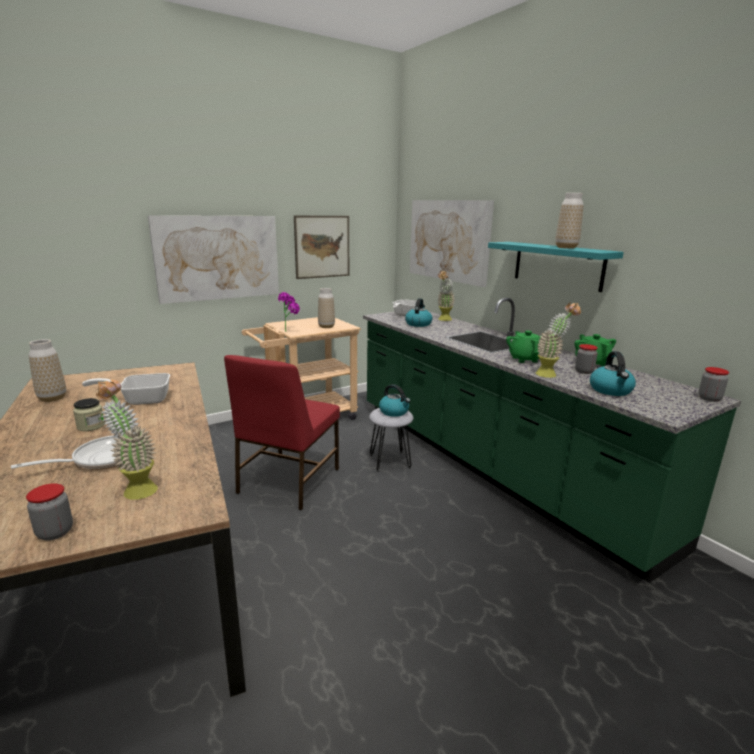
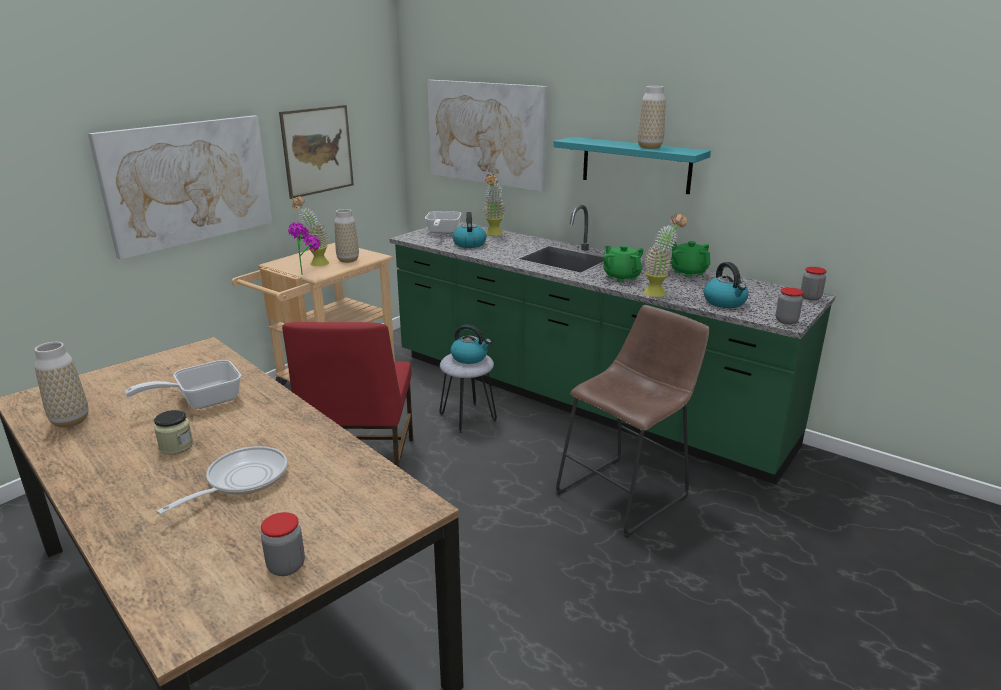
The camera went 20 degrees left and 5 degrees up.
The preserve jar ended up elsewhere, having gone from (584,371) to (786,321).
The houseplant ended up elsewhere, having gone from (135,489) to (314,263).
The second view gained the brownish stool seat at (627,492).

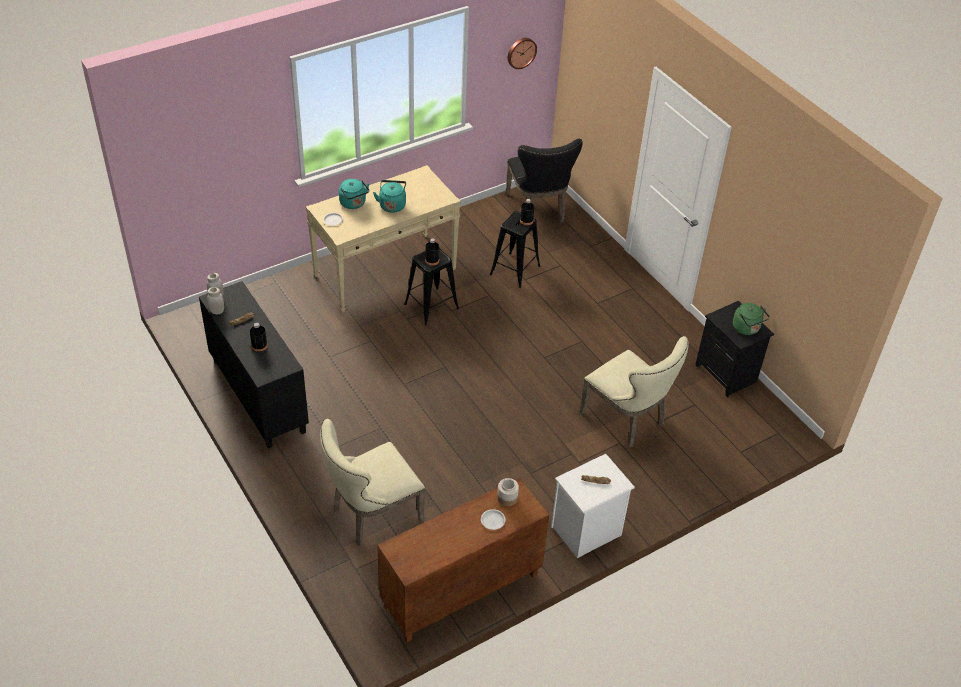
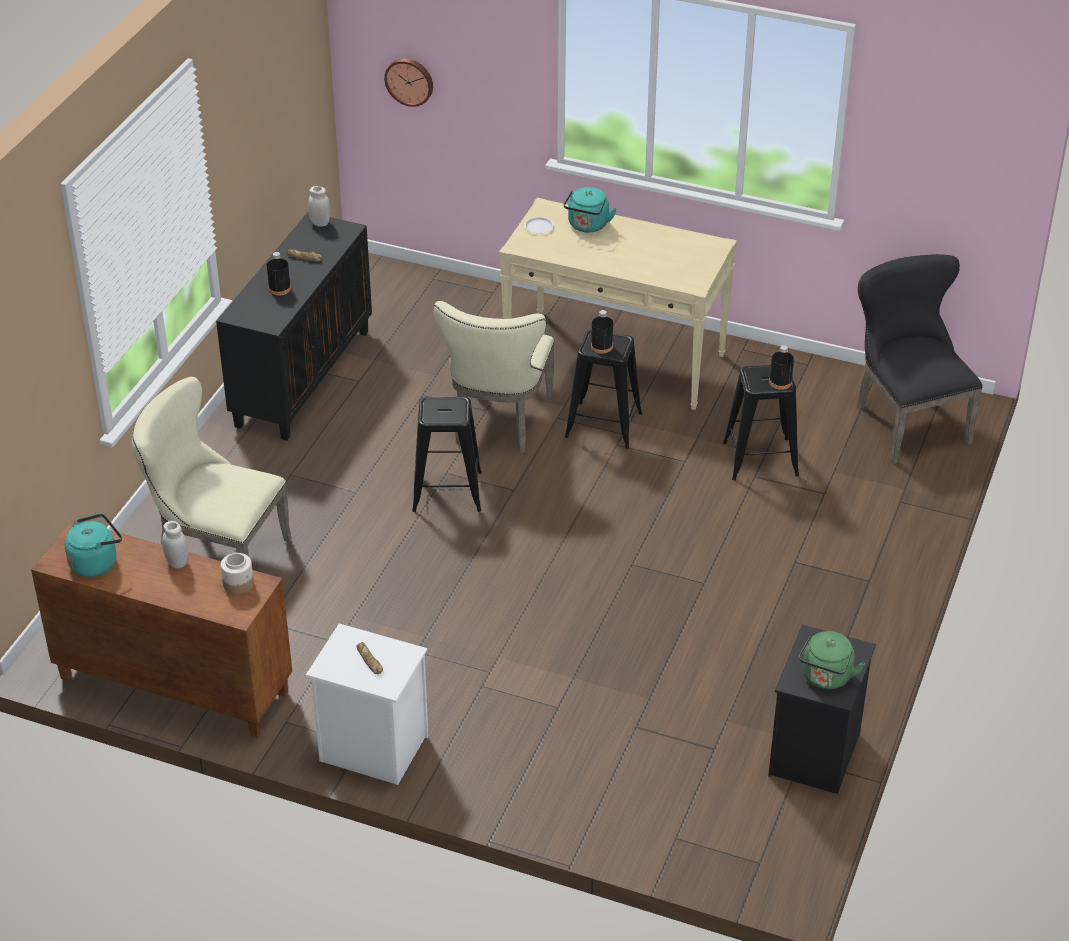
The camera went 55 degrees right and 5 degrees down.
The hanging clock ended up elsewhere, having gone from (521,52) to (410,81).
The black-coloured chair at (538,210) ended up facing another way, 120 degrees clockwise from before.
The blue-green water kettle ended up elsewhere, having gone from (392,205) to (96,562).
The white-coloured preserve jar ended up elsewhere, having gone from (217,311) to (177,562).
The beige chair ended up elsewhere, having gone from (627,420) to (499,424).
The second view lost the white-coloured plate at (493,521).
The second view gained the black-coloured stool seat at (446,492).

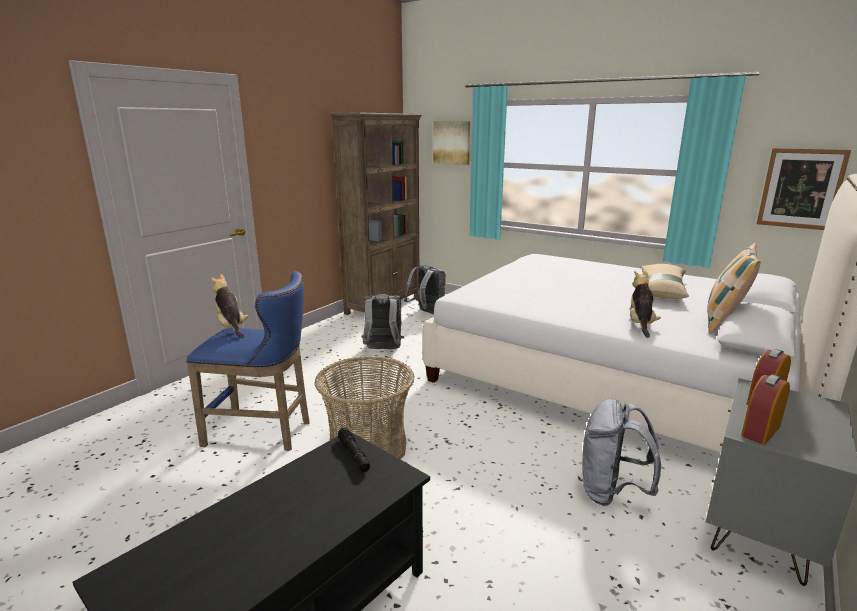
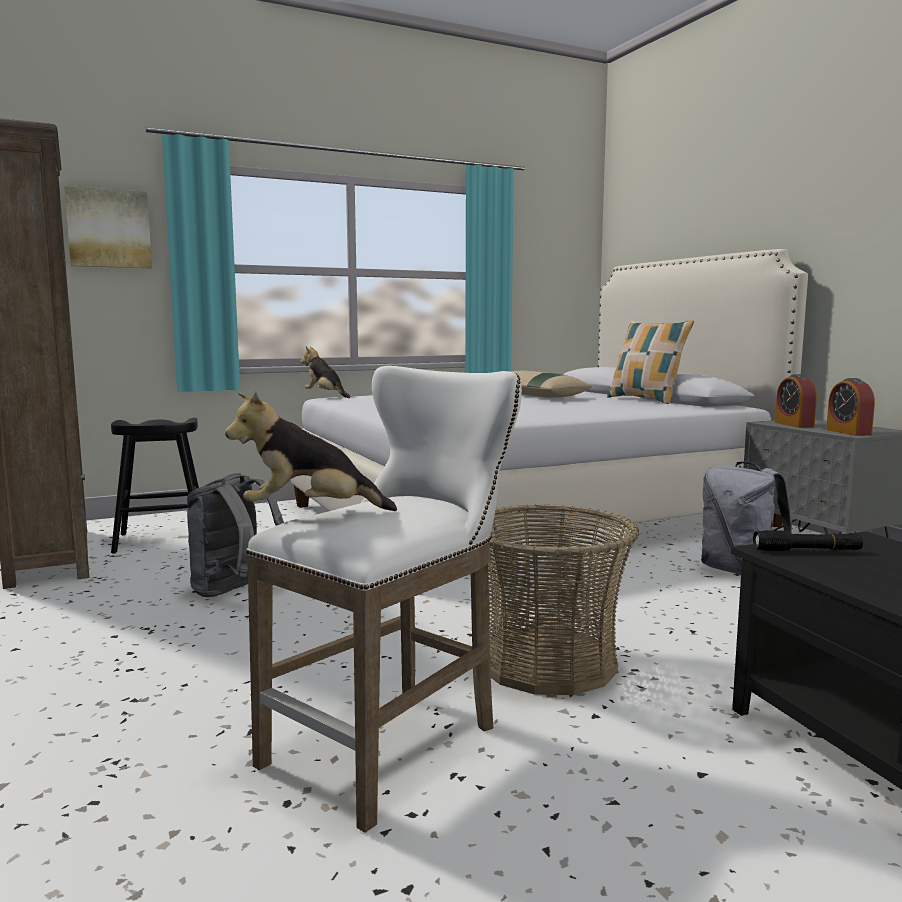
The camera went 60 degrees left and 10 degrees down.
The second view lost the wall picture at (801,188).
Where the gray knapsack stood at (427,313), the black-coloured stool seat came to stand at (162,540).
What was the bluish stool seat at (264,433) turned into the white-coloured stool seat at (395,743).
The soft toy ended up elsewhere, having gone from (640,324) to (325,396).

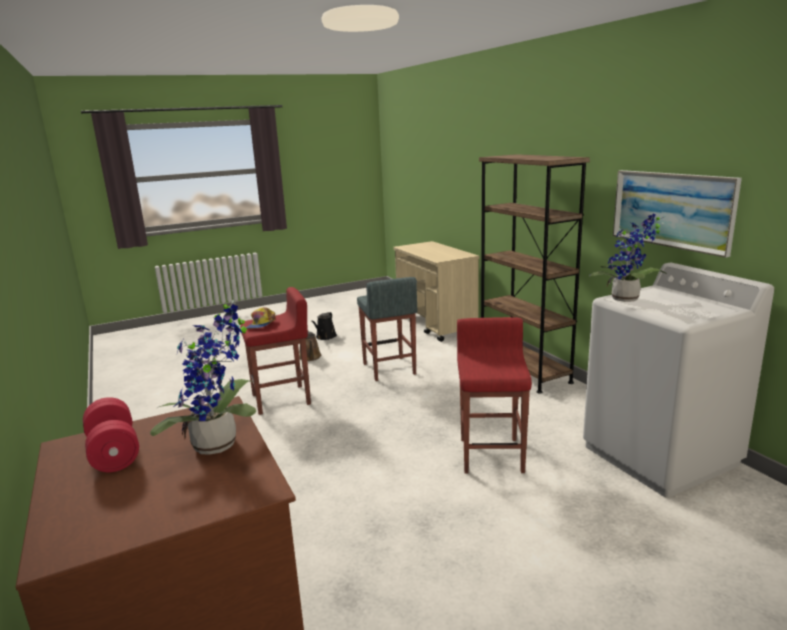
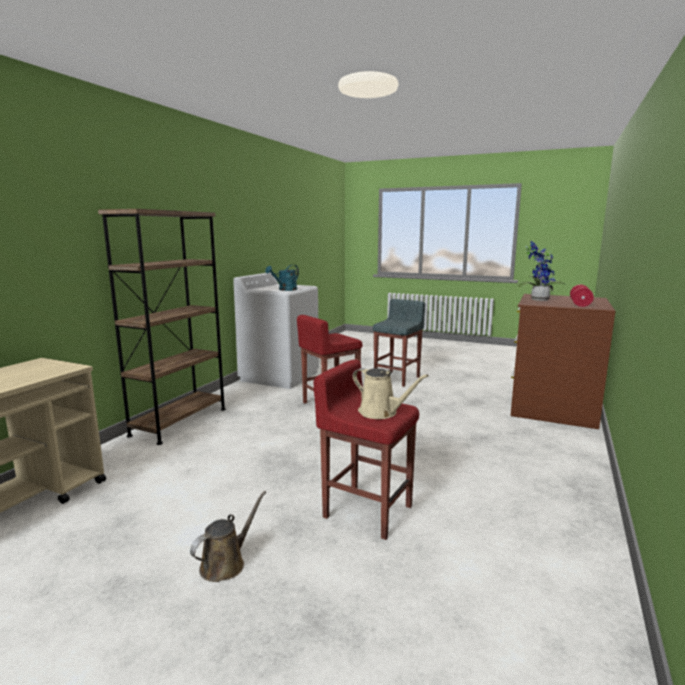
The camera went 130 degrees left and 5 degrees down.
The second view lost the wall picture at (671,210).
Where the houseplant stood at (627,300), the blue-green watering pot came to stand at (285,290).
The gray stool seat ended up elsewhere, having gone from (389,369) to (397,378).
Where the baseball cap stood at (261,324), the beige watering pot came to stand at (381,412).
The second view lost the black-coloured watering pot at (325,337).

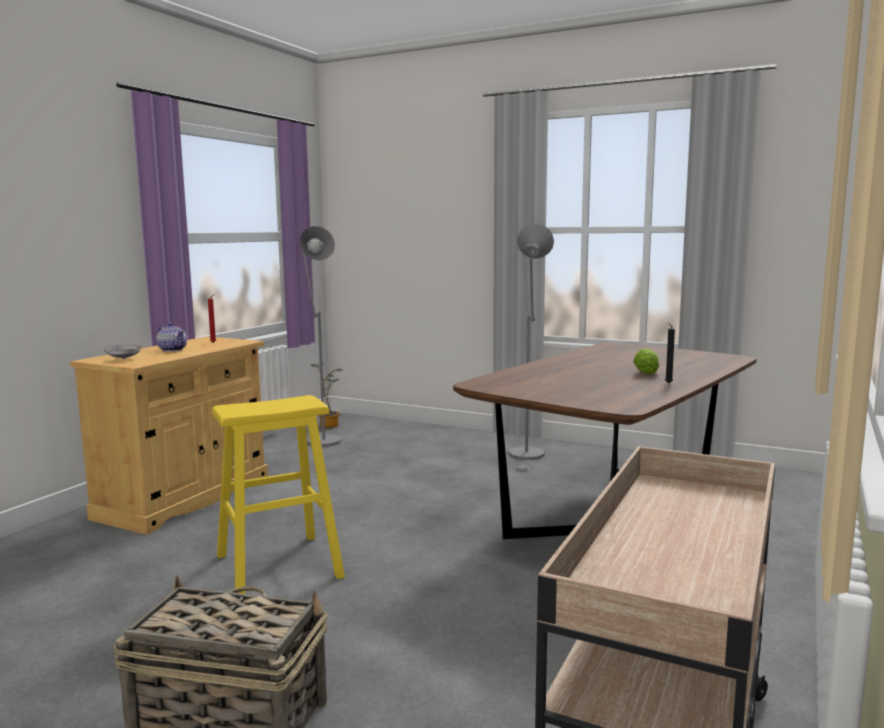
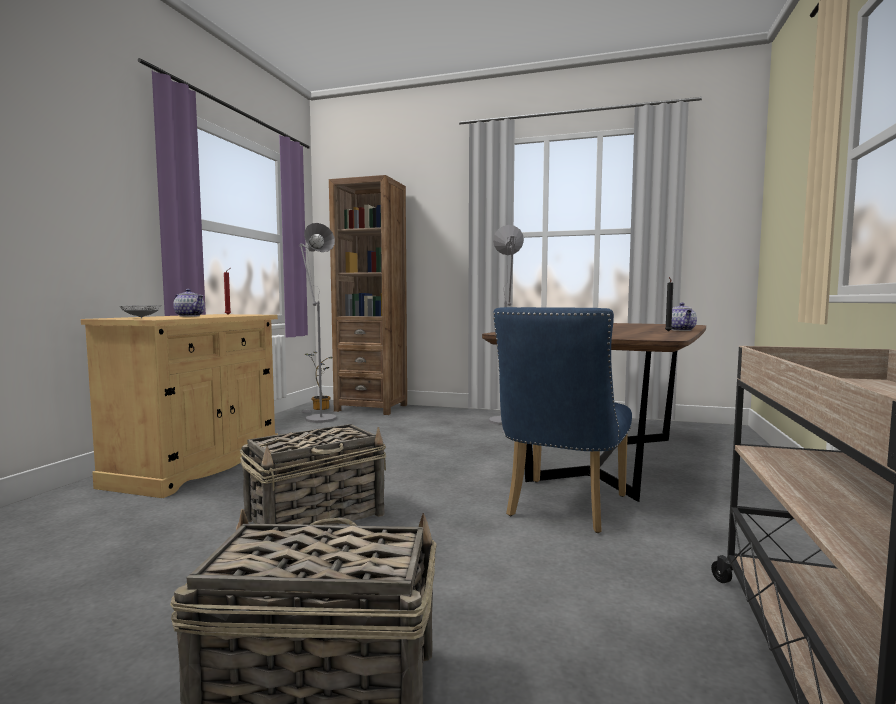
The camera went 10 degrees left and 5 degrees down.
The second view lost the lettuce head at (647,372).
Where the yellow stool seat stood at (279,566), the basket came to stand at (317,517).
The second view gained the brownish bookshelf at (371,408).
The second view gained the pot for tea at (681,330).
The second view gained the bluish chair at (561,508).

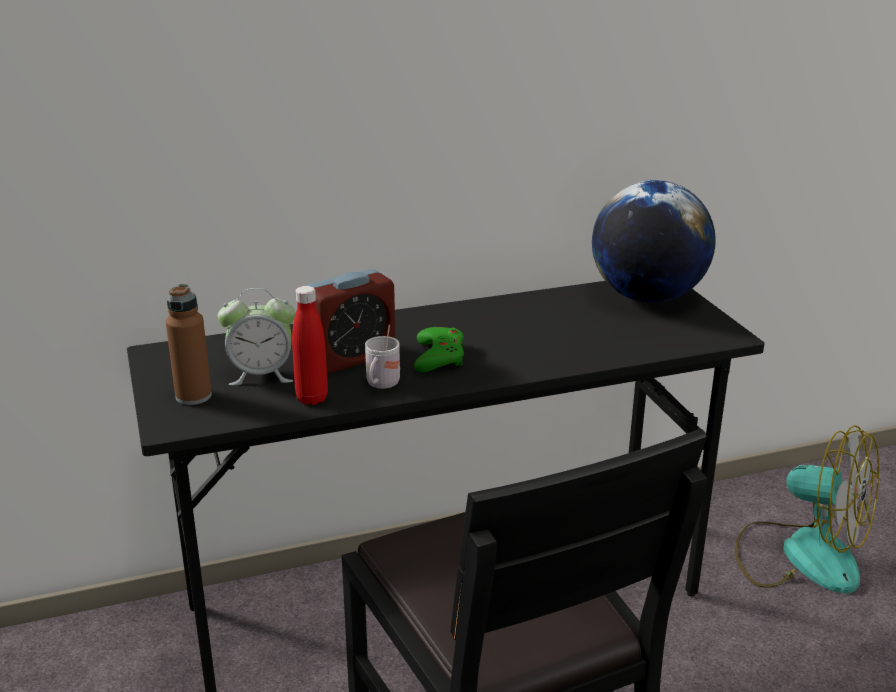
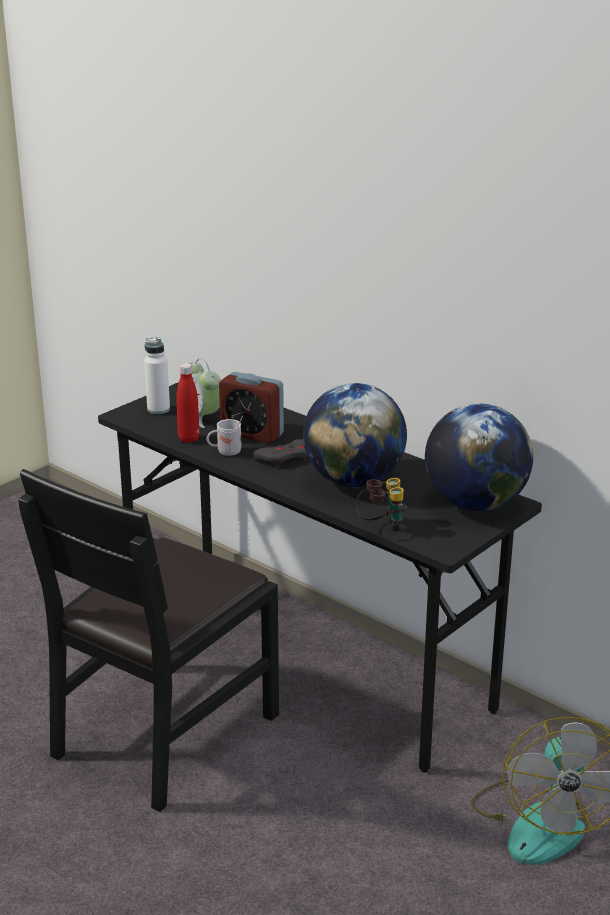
The camera went 60 degrees right and 0 degrees up.
What was the brownish beverage bottle at (193,396) turned into the white-coloured beverage bottle at (158,409).
What was the green-coloured game controller at (439,356) turned into the gray game controller at (284,458).
The second view gained the globe at (354,481).
The second view gained the pair of binoculars at (380,526).

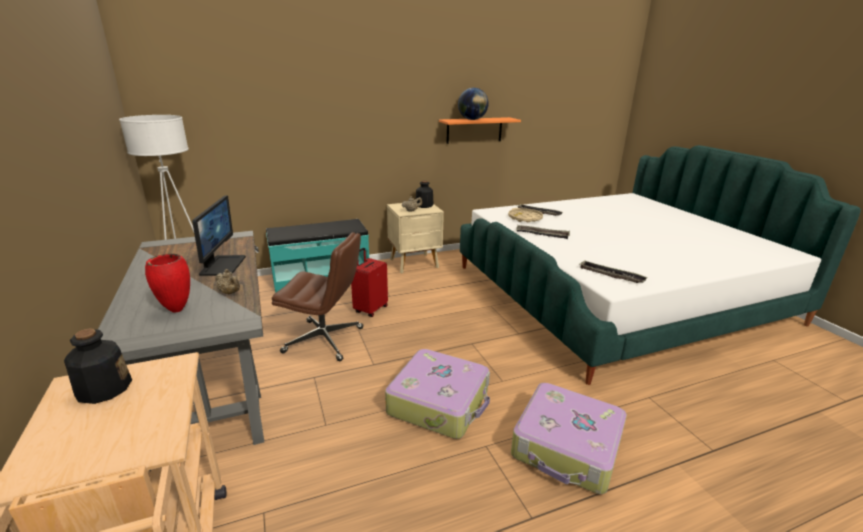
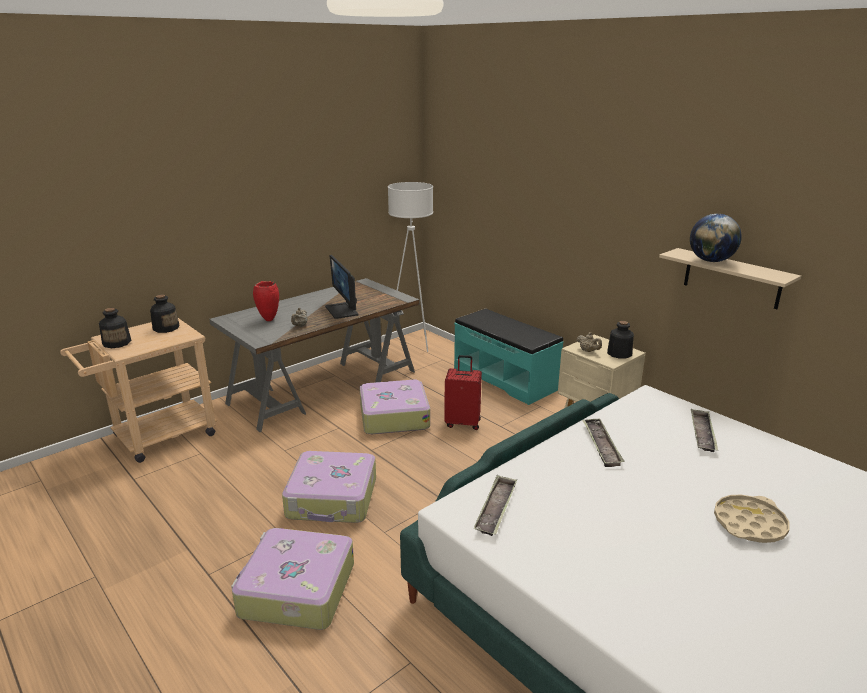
The camera went 70 degrees right and 0 degrees up.
What was the orange bracket shelf at (474,130) turned into the beige bracket shelf at (732,278).
The computer screen at (222,265) ended up facing another way, 90 degrees clockwise from before.
The beige carrying tray ended up elsewhere, having gone from (525,218) to (749,524).
Where the brownish computer chair stood at (325,340), the piece of luggage came to stand at (393,416).
The second view gained the beverage bottle at (117,343).

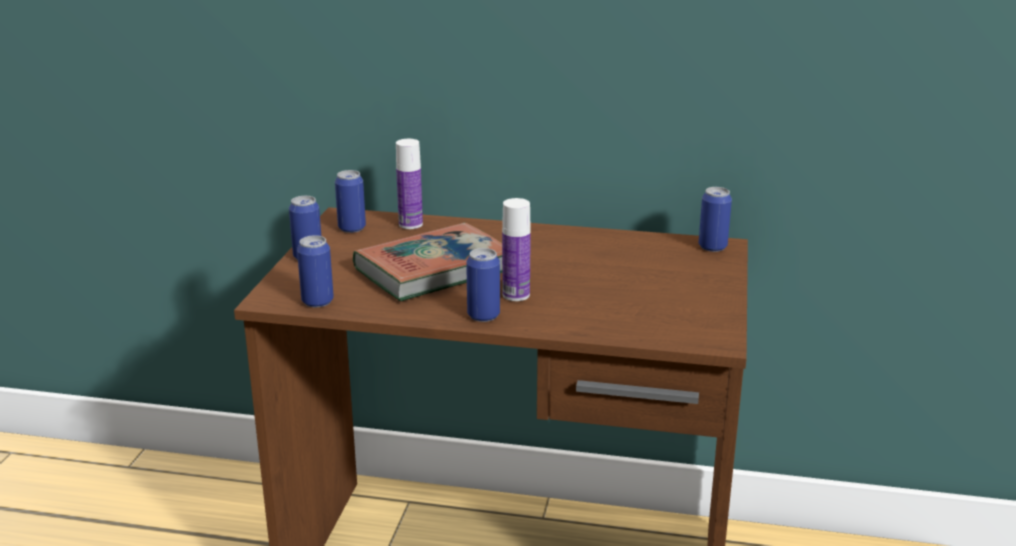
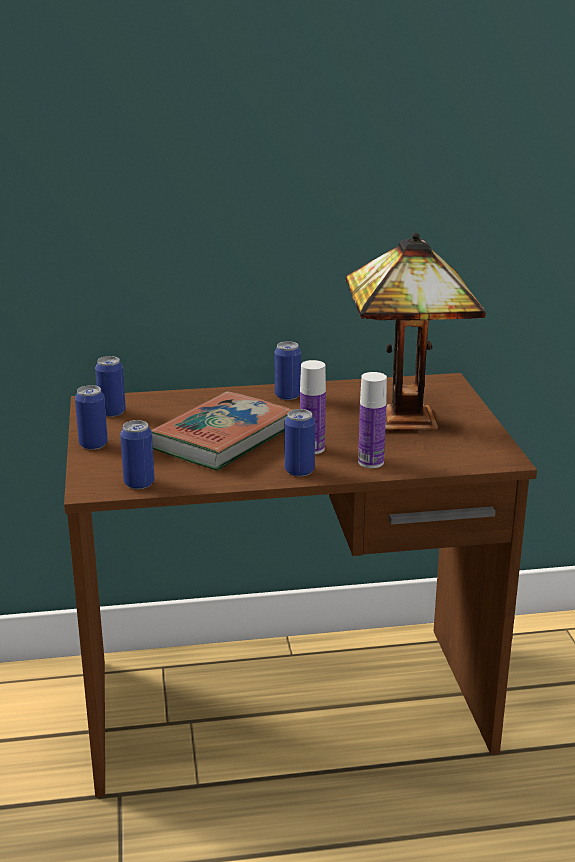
The camera went 20 degrees left and 0 degrees up.
The beverage bottle ended up elsewhere, having gone from (410,224) to (371,462).
The metal can ended up elsewhere, having gone from (712,247) to (287,395).
The second view gained the table lamp at (402,418).

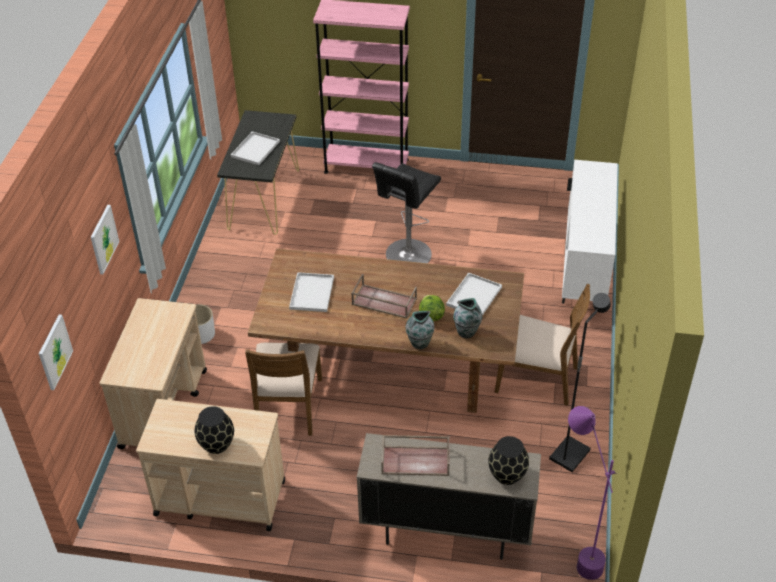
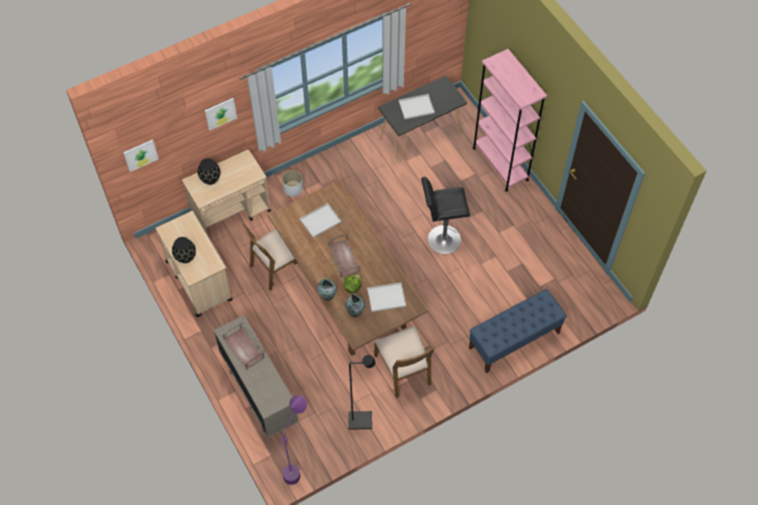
The camera went 50 degrees right and 15 degrees up.
Where the white-coloured storage cabinet stood at (583,273), the bluish bench came to stand at (514,340).
The black-coloured vase ended up elsewhere, having gone from (507,475) to (210,179).

